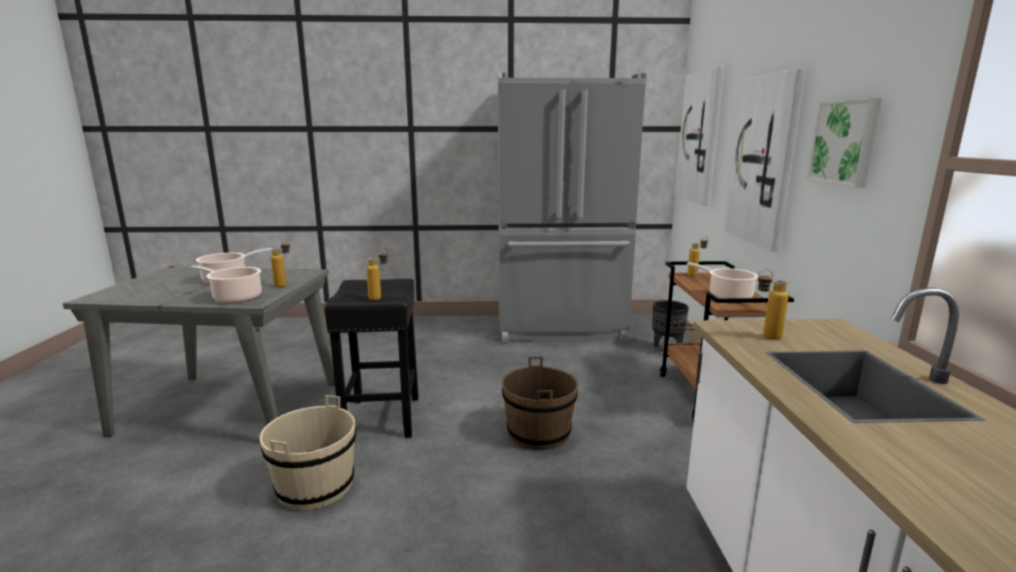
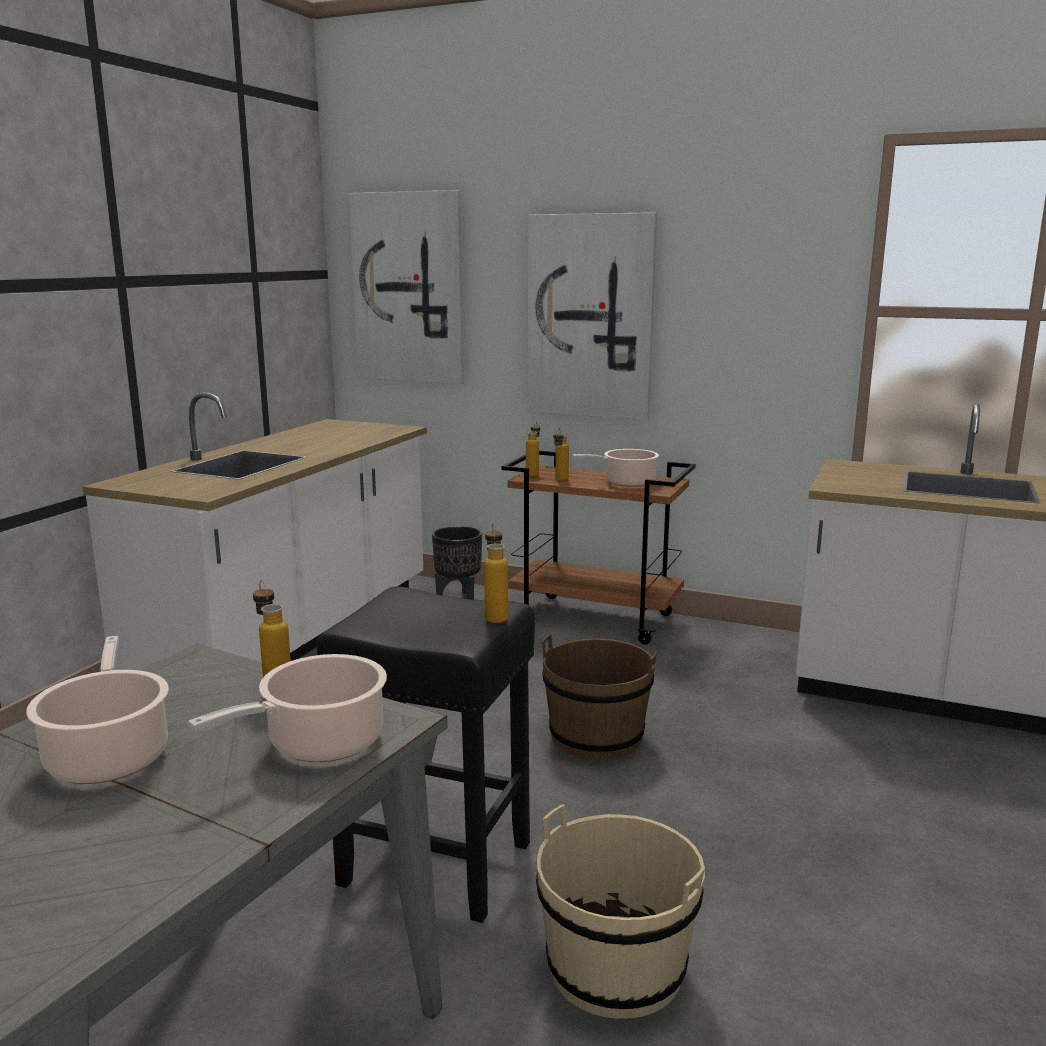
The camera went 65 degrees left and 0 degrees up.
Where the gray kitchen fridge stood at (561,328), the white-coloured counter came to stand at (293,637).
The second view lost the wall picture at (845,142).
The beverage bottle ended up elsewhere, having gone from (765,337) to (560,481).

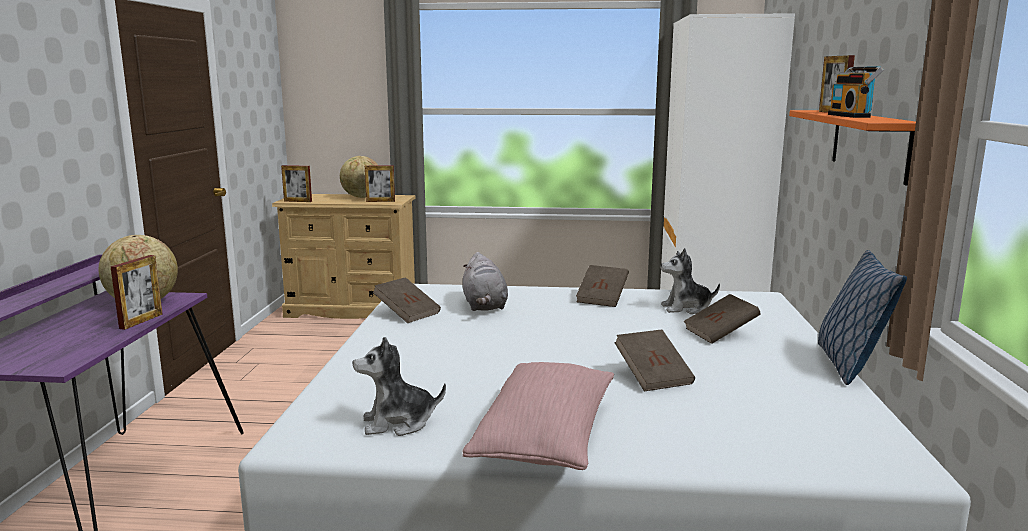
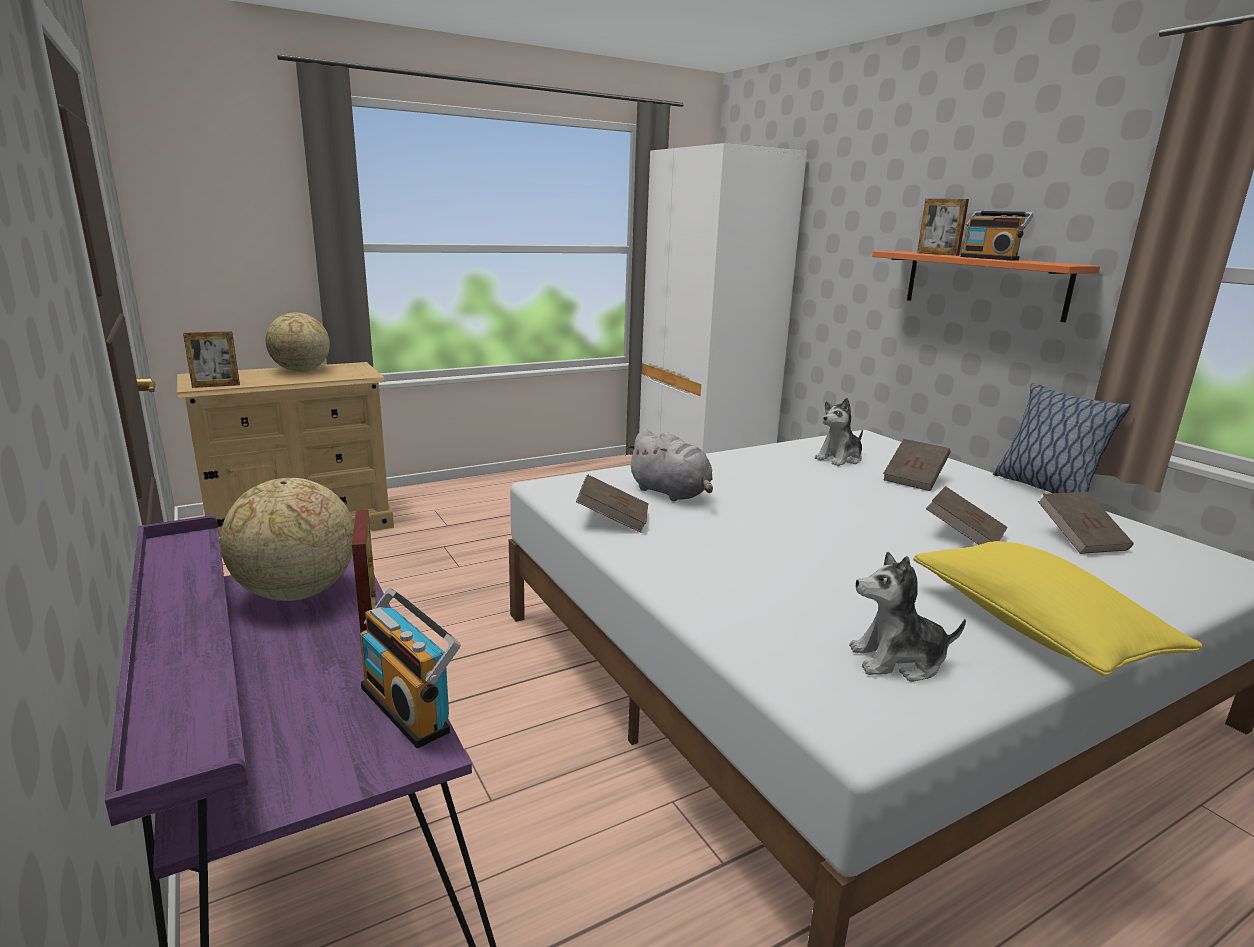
The camera went 35 degrees left and 5 degrees up.
The second view lost the photo frame at (380,201).
The brownish volume ended up elsewhere, having gone from (602,299) to (1080,539).
The soft toy at (398,423) ended up facing another way, 45 degrees clockwise from before.
What was the pink cushion at (546,438) turned into the yellow cushion at (1035,628).
The second view gained the radio at (410,707).

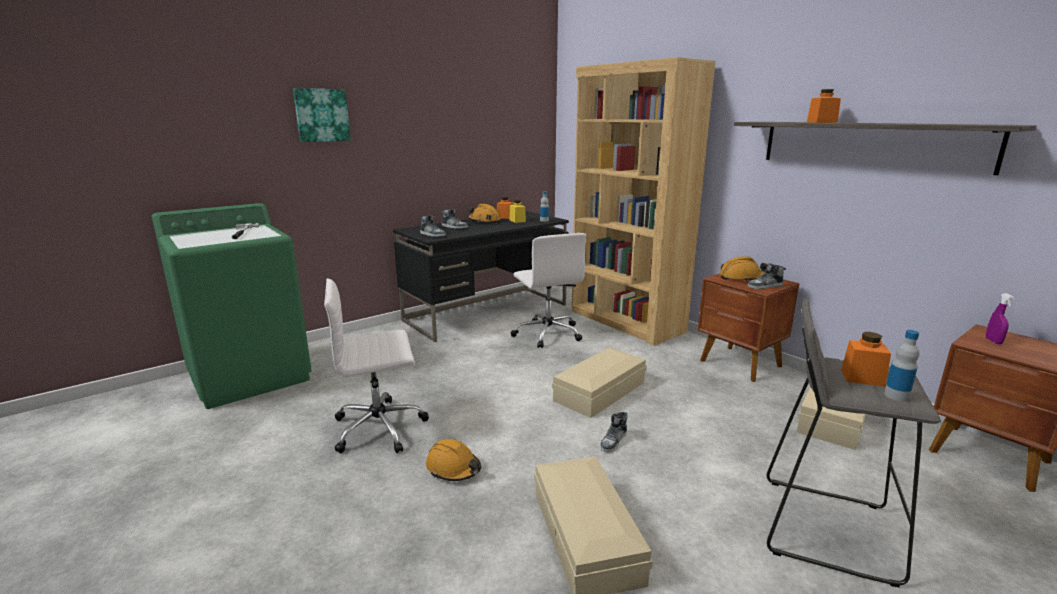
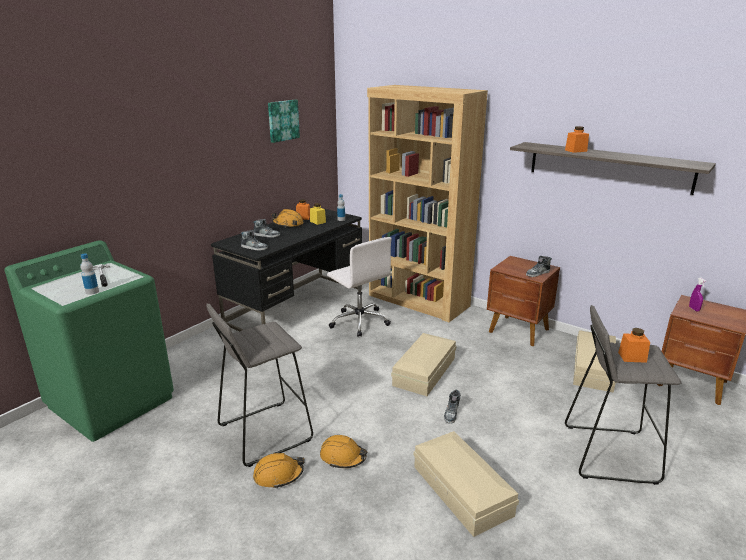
The camera went 15 degrees left and 5 degrees up.
The wall picture ended up elsewhere, having gone from (322,115) to (282,120).
The orange hard hat ended up elsewhere, having gone from (741,278) to (278,475).
Where the white-coloured computer chair stood at (381,427), the gray stool seat came to stand at (264,432).
The beverage bottle ended up elsewhere, having gone from (896,396) to (92,292).

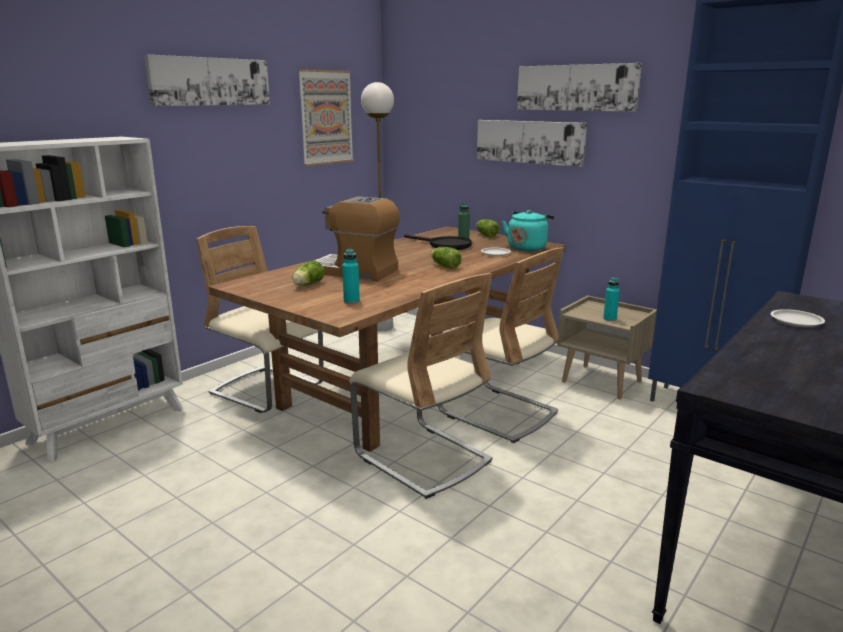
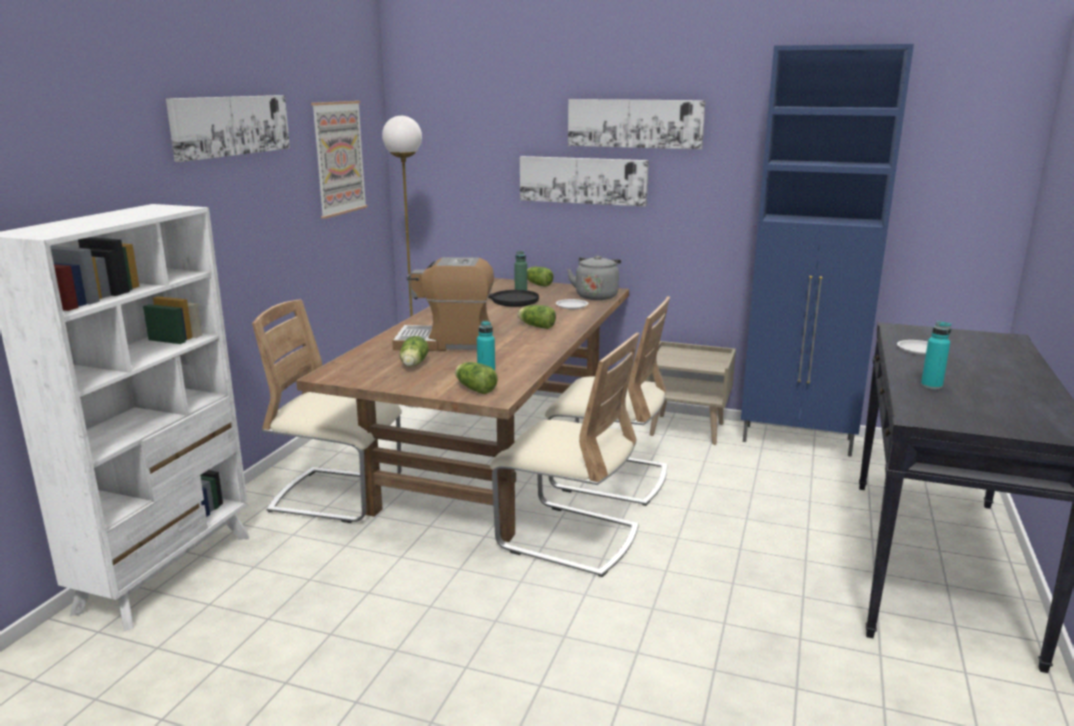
The camera went 20 degrees left and 0 degrees up.
What was the blue-green water kettle at (527,247) turned into the gray water kettle at (596,296).
The blue-green beverage bottle ended up elsewhere, having gone from (609,319) to (931,386).
The second view gained the lettuce head at (474,388).

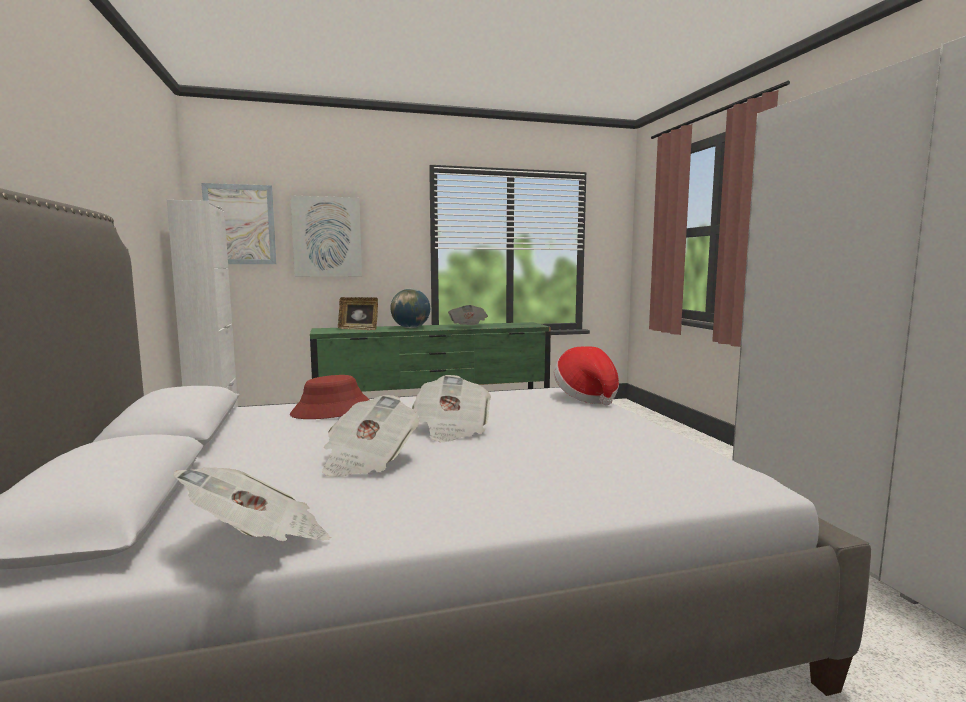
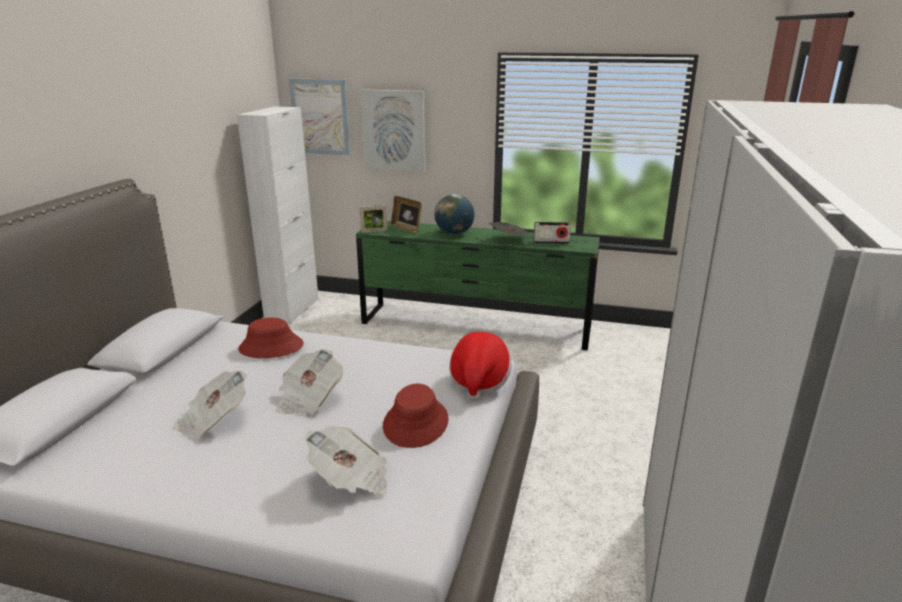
The camera went 30 degrees right and 15 degrees up.
The printed paper ended up elsewhere, having gone from (260,539) to (351,479).
The second view gained the photo frame at (374,231).
The second view gained the radio at (551,242).
The second view gained the red clothing hat at (416,423).

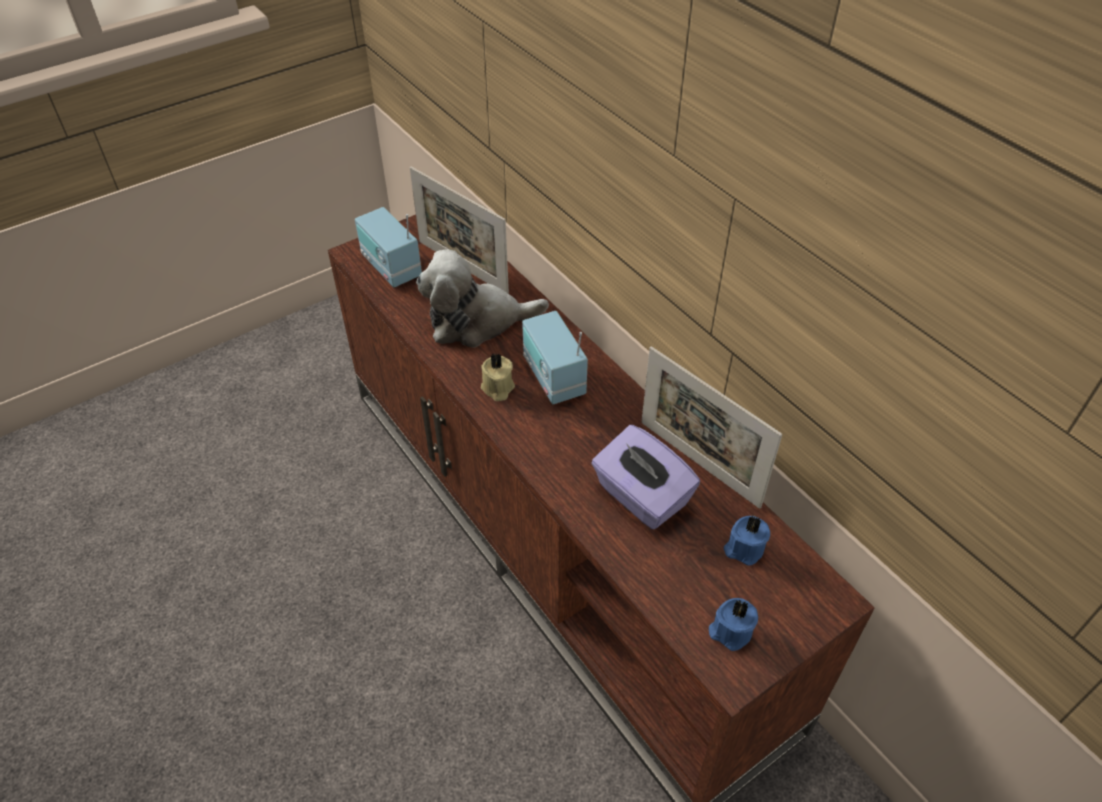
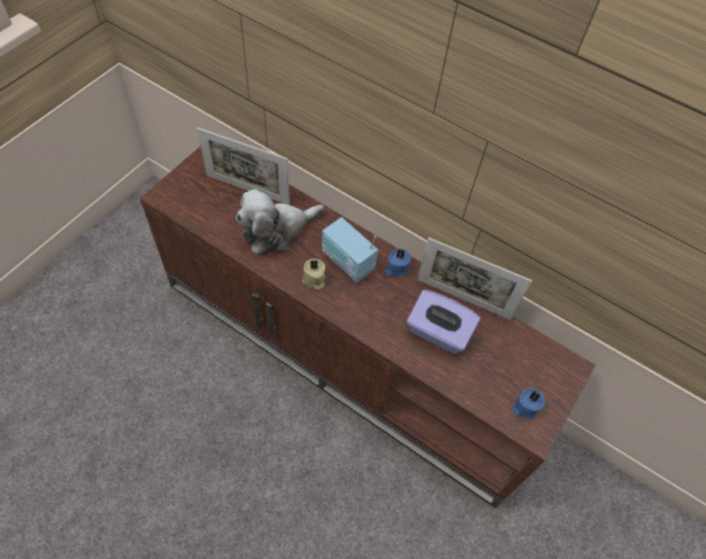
The camera went 25 degrees left and 10 degrees up.
The second view lost the radio at (391,267).
The bluish wax light ended up elsewhere, having gone from (743,549) to (396,268).

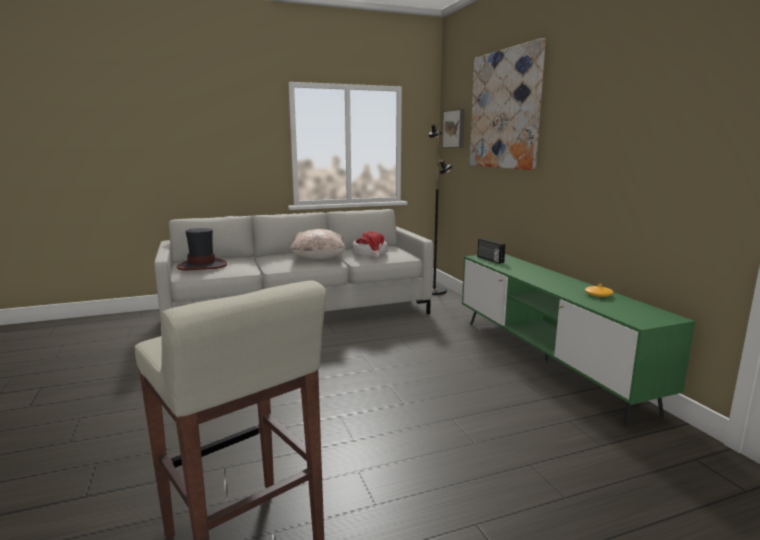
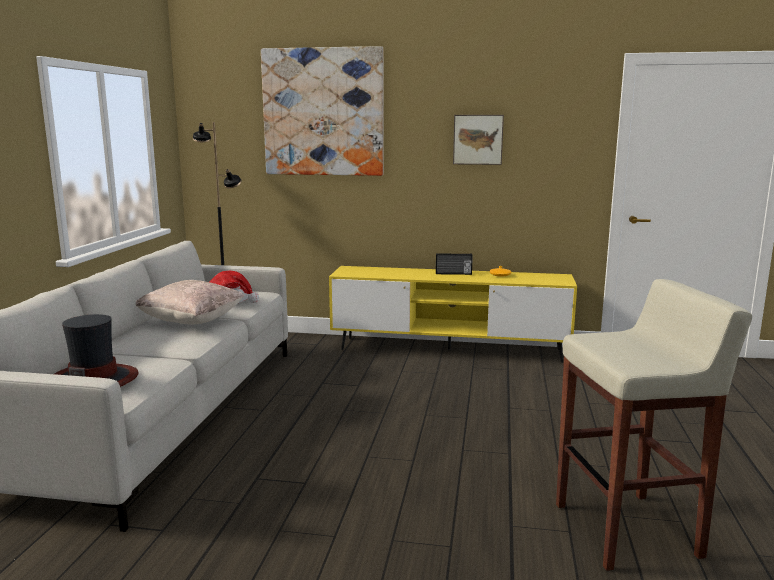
The camera went 60 degrees left and 0 degrees up.
The wall picture ended up elsewhere, having gone from (454,129) to (478,139).
The radio ended up elsewhere, having gone from (489,259) to (453,273).
What was the green-coloured tv stand at (546,361) turned into the yellow tv stand at (449,350).

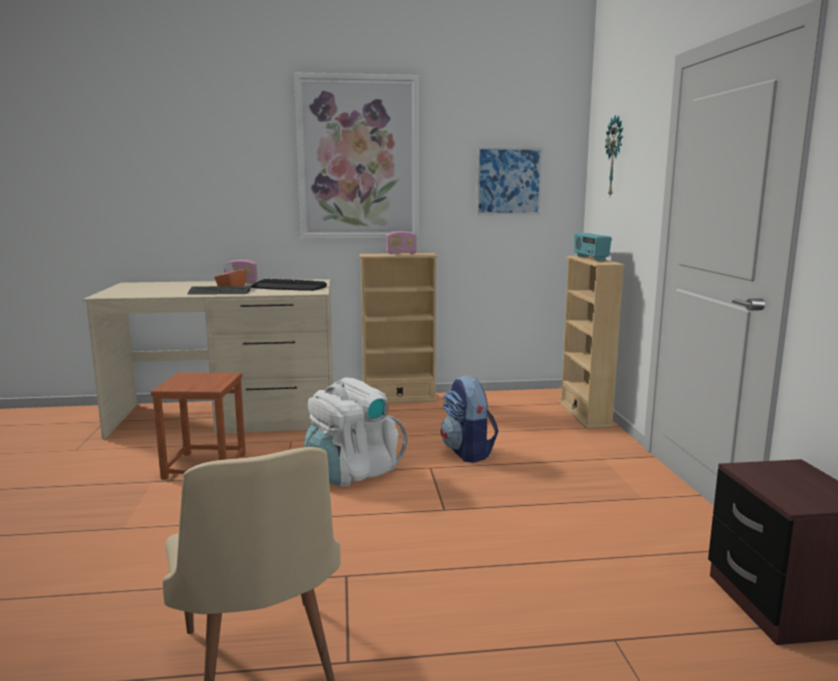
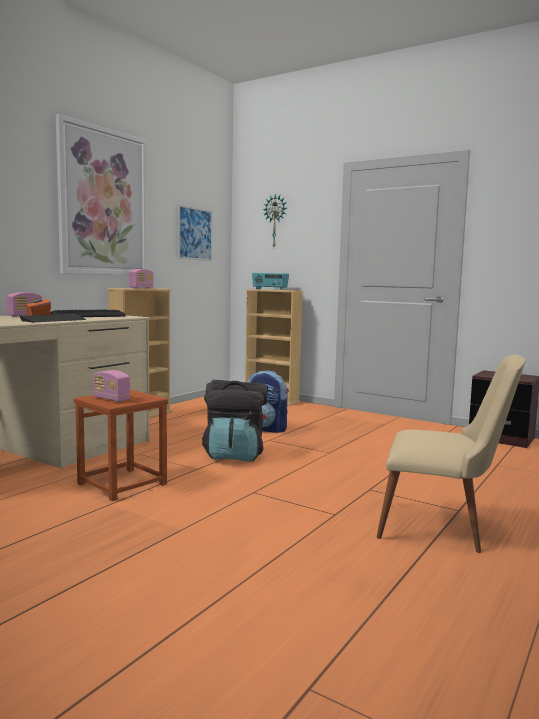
The camera went 50 degrees left and 5 degrees down.
What was the white-coloured knapsack at (352,472) turned into the black-coloured knapsack at (235,455).
The second view gained the radio at (111,399).

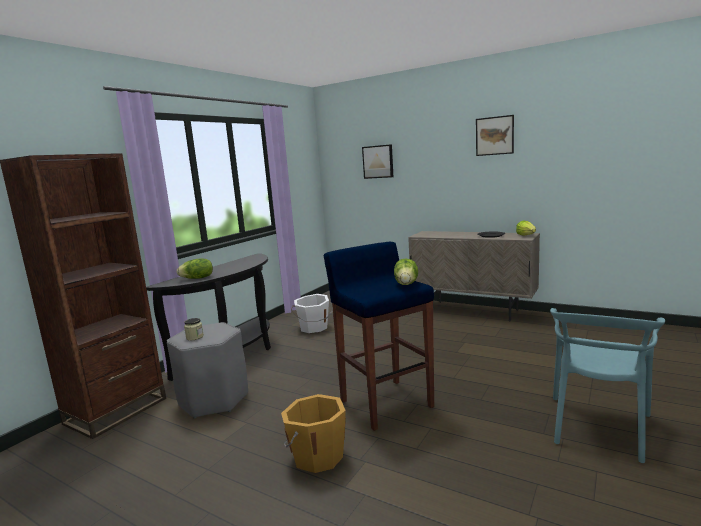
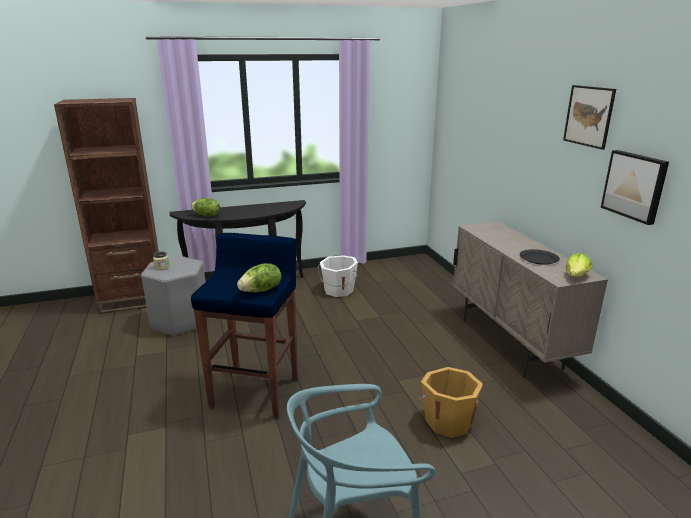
The camera went 40 degrees right and 10 degrees up.
The wall picture ended up elsewhere, having gone from (378,161) to (635,186).
The orange water bucket ended up elsewhere, having gone from (317,456) to (448,421).

